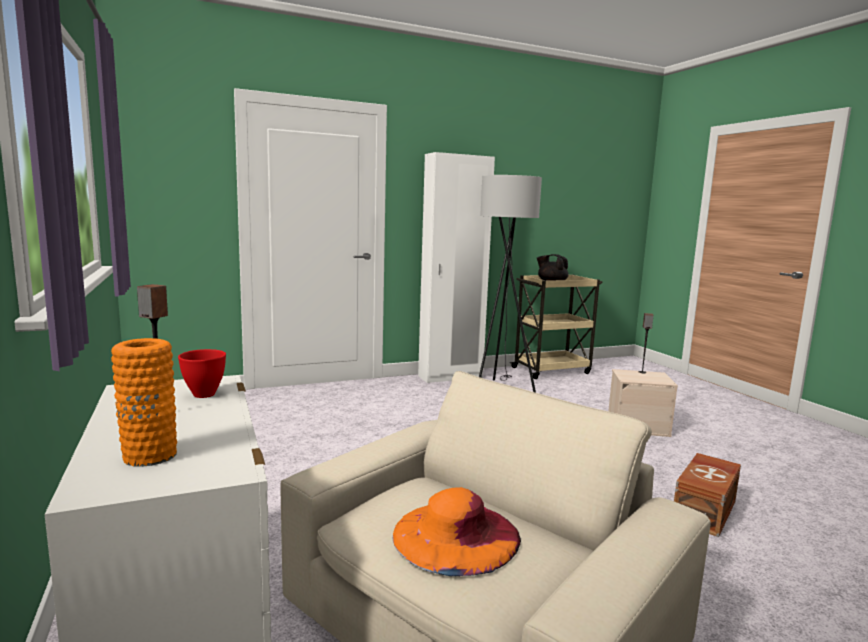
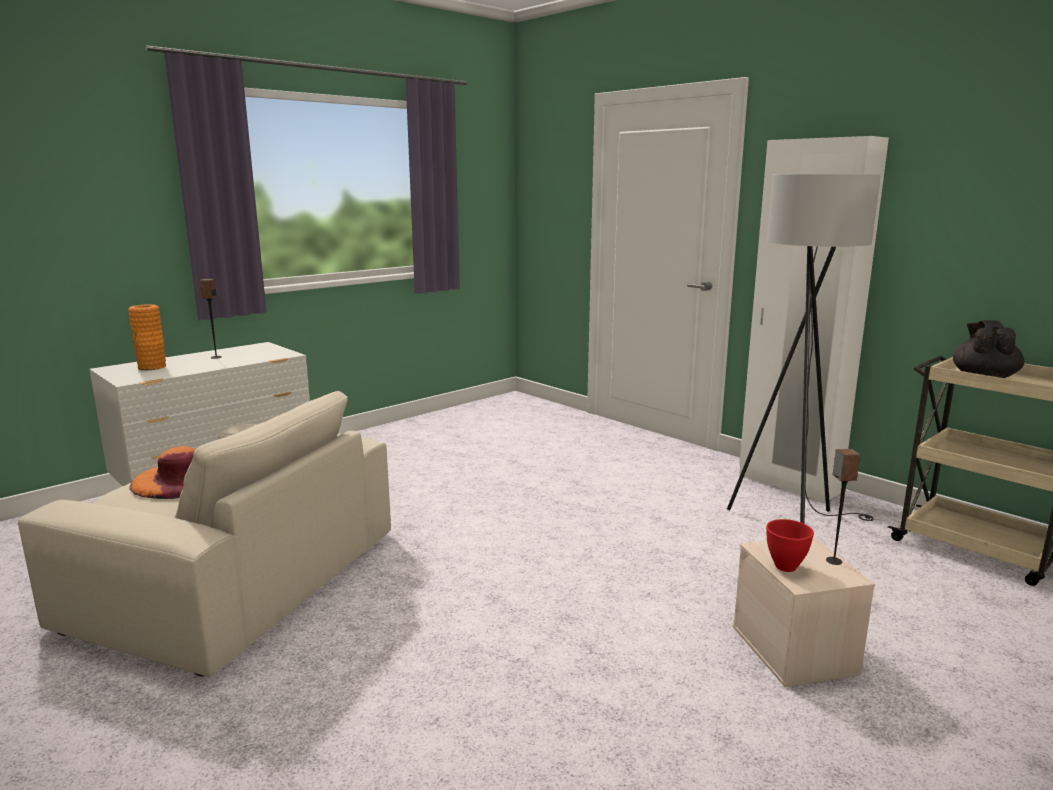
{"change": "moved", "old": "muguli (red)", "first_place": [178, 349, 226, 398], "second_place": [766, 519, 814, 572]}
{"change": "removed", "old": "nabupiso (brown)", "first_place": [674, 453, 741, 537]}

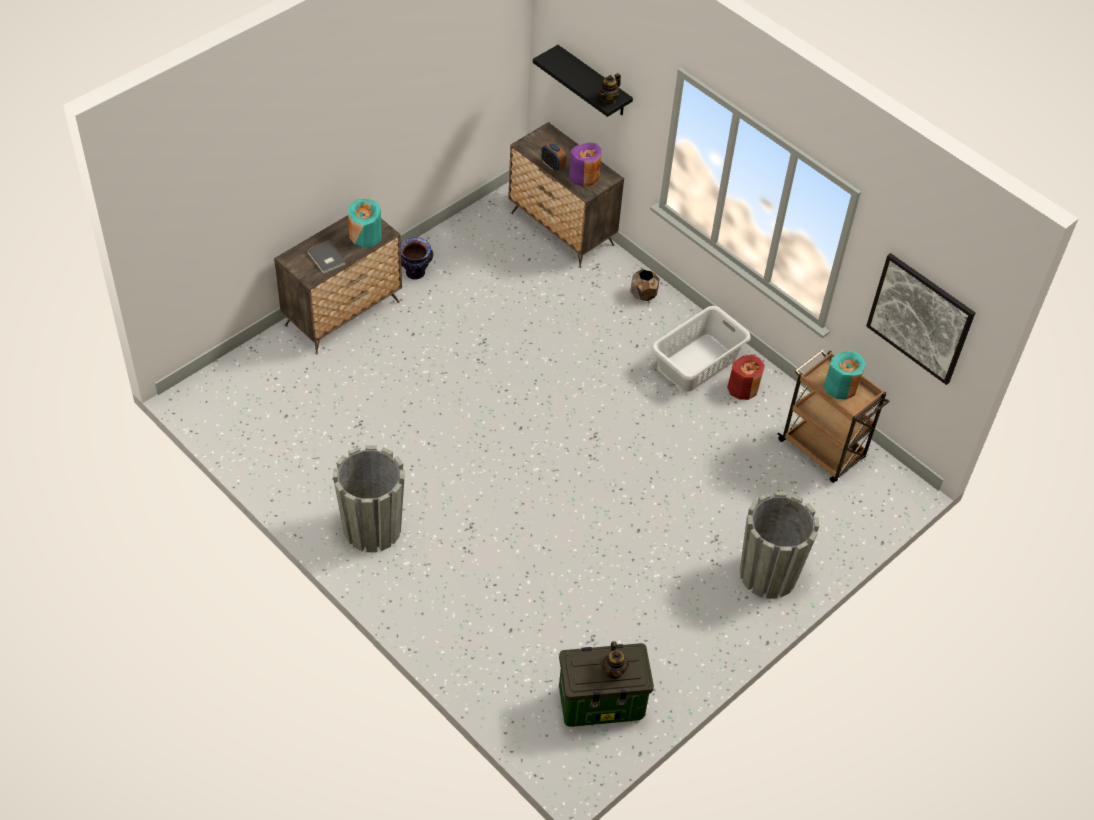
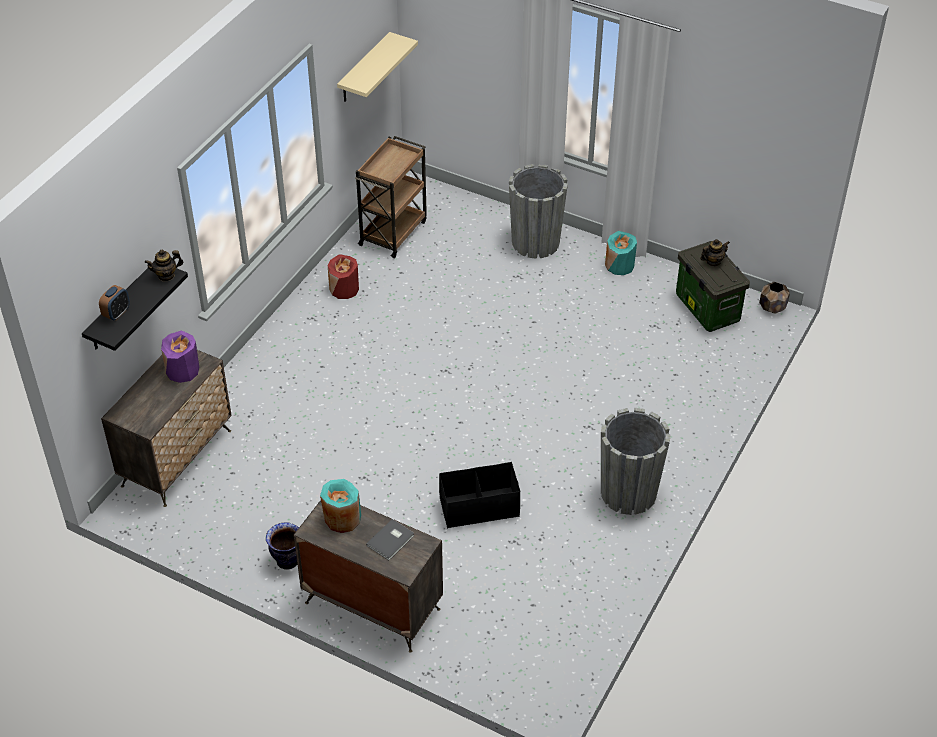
{"change": "moved", "old": "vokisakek", "first_place": [541, 142, 566, 172], "second_place": [99, 285, 130, 320]}
{"change": "turned", "old": "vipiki", "first_place": [598, 73, 621, 105], "second_place": [145, 250, 184, 281], "degrees": 135}
{"change": "moved", "old": "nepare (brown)", "first_place": [630, 269, 660, 301], "second_place": [759, 282, 790, 314]}
{"change": "removed", "old": "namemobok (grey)", "first_place": [652, 306, 751, 391]}
{"change": "moved", "old": "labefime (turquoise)", "first_place": [824, 351, 866, 400], "second_place": [605, 231, 637, 275]}
{"change": "replaced", "old": "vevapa", "new": "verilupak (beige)", "first_place": [866, 253, 975, 385], "second_place": [337, 32, 418, 102]}
{"change": "added", "new": "nabupiso (black)", "second_place": [439, 462, 521, 528]}

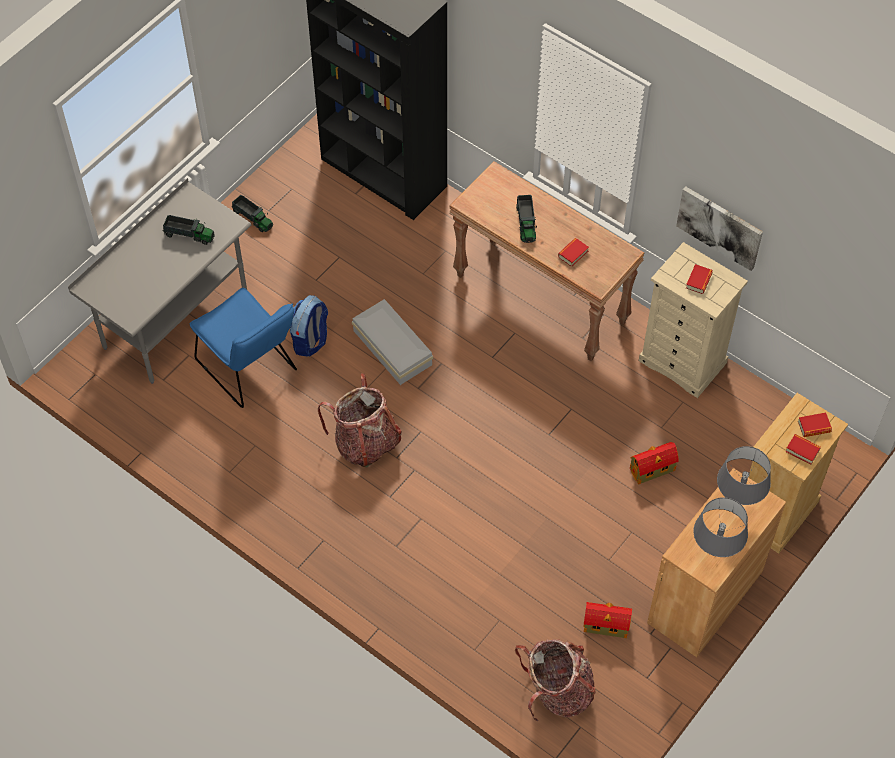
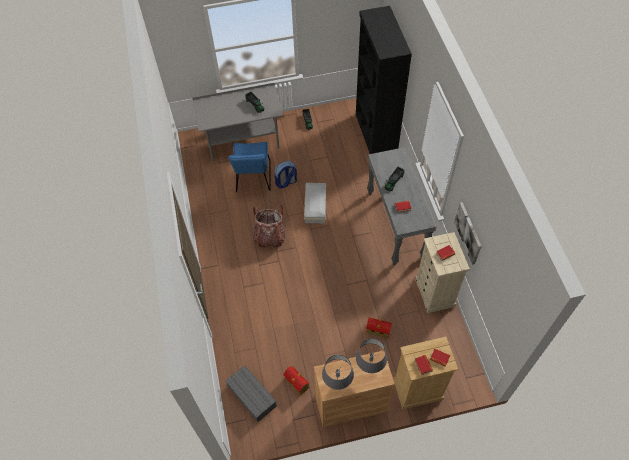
{"change": "recoloured", "old": "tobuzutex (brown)", "new": "tobuzutex (grey)", "first_place": [449, 161, 645, 361], "second_place": [367, 147, 437, 266]}
{"change": "replaced", "old": "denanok", "new": "nabupiso (grey)", "first_place": [515, 639, 596, 721], "second_place": [226, 365, 277, 422]}

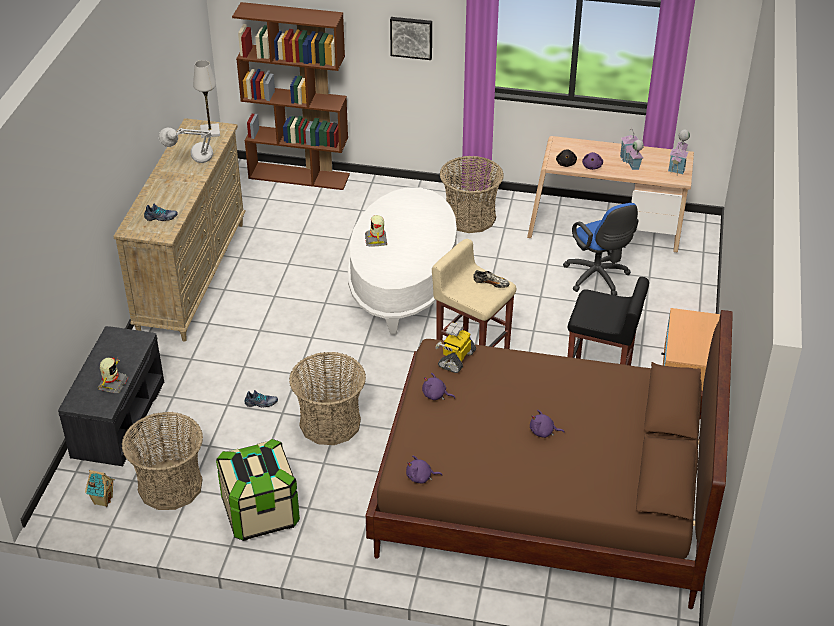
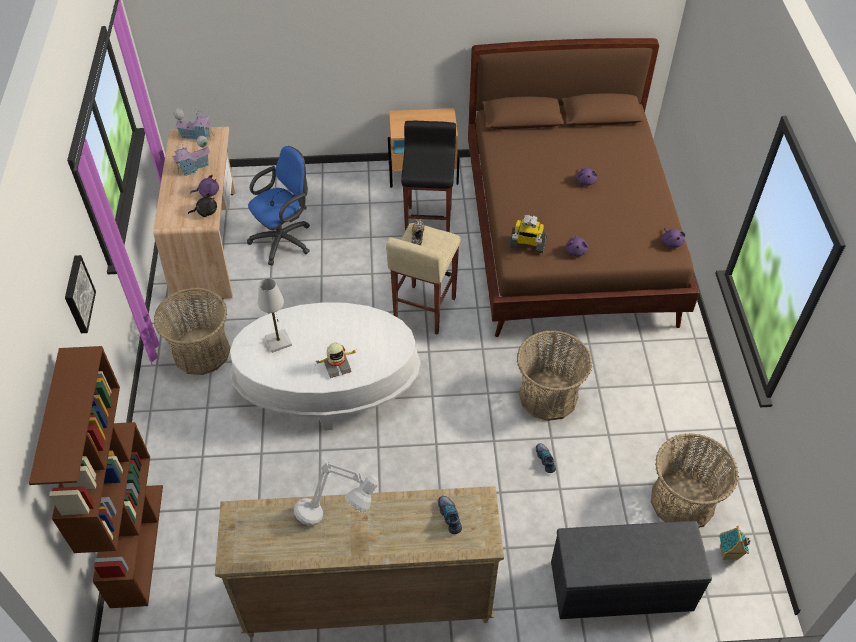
{"change": "removed", "old": "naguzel", "first_place": [98, 357, 128, 393]}
{"change": "moved", "old": "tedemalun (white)", "first_place": [193, 60, 220, 138], "second_place": [258, 278, 292, 353]}
{"change": "removed", "old": "nabupiso", "first_place": [216, 439, 300, 541]}

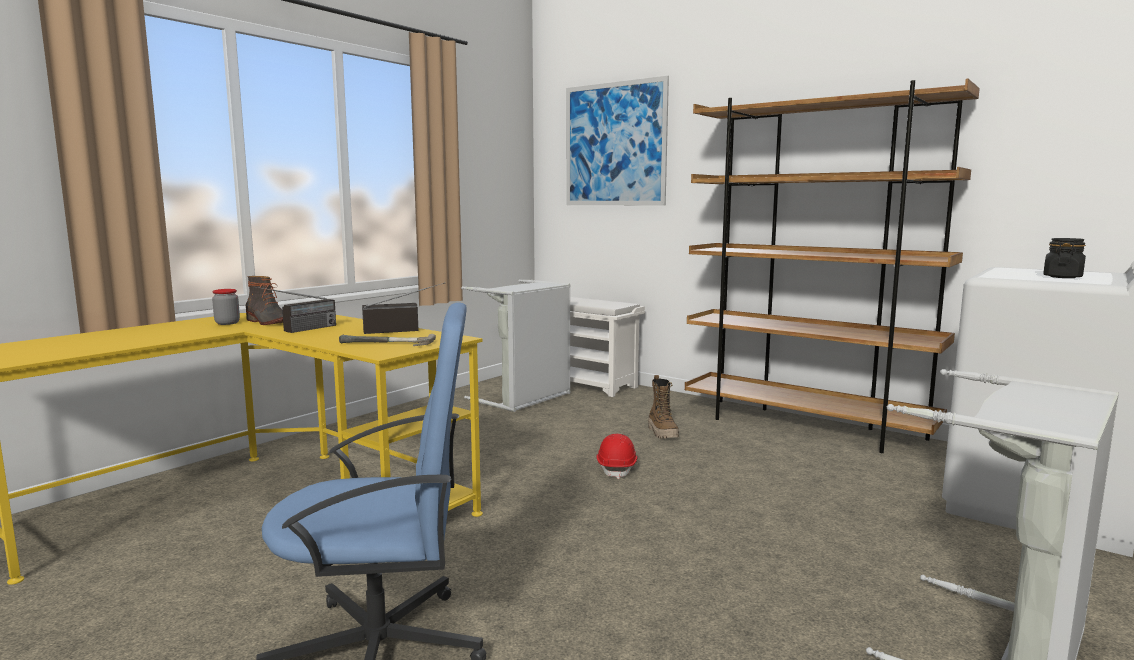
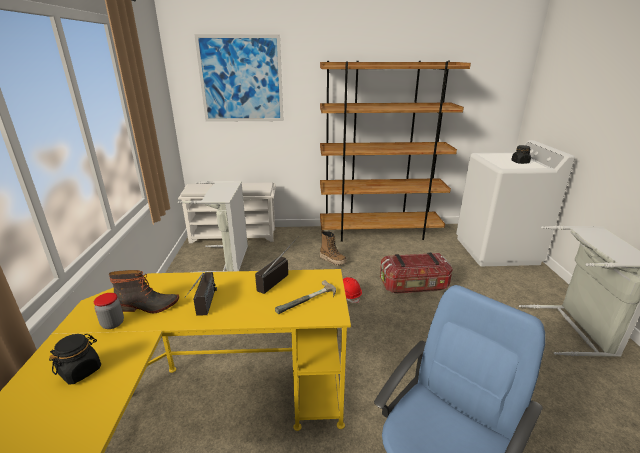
{"change": "added", "new": "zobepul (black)", "second_place": [49, 334, 101, 385]}
{"change": "added", "new": "nabupiso", "second_place": [380, 252, 453, 294]}

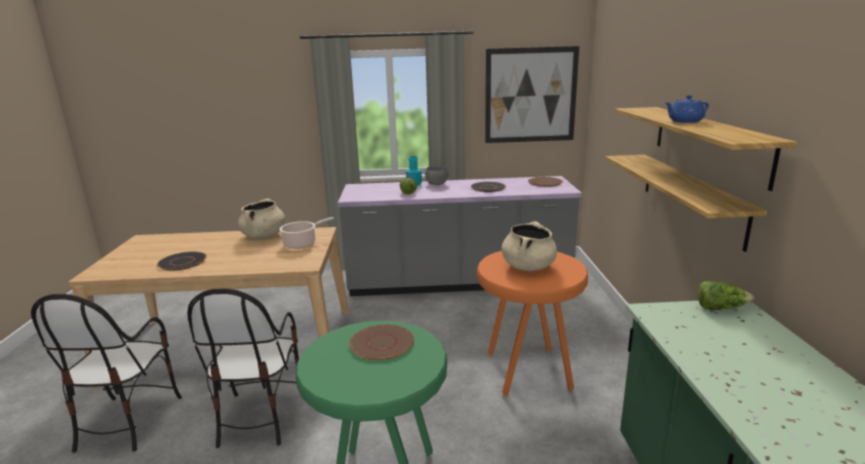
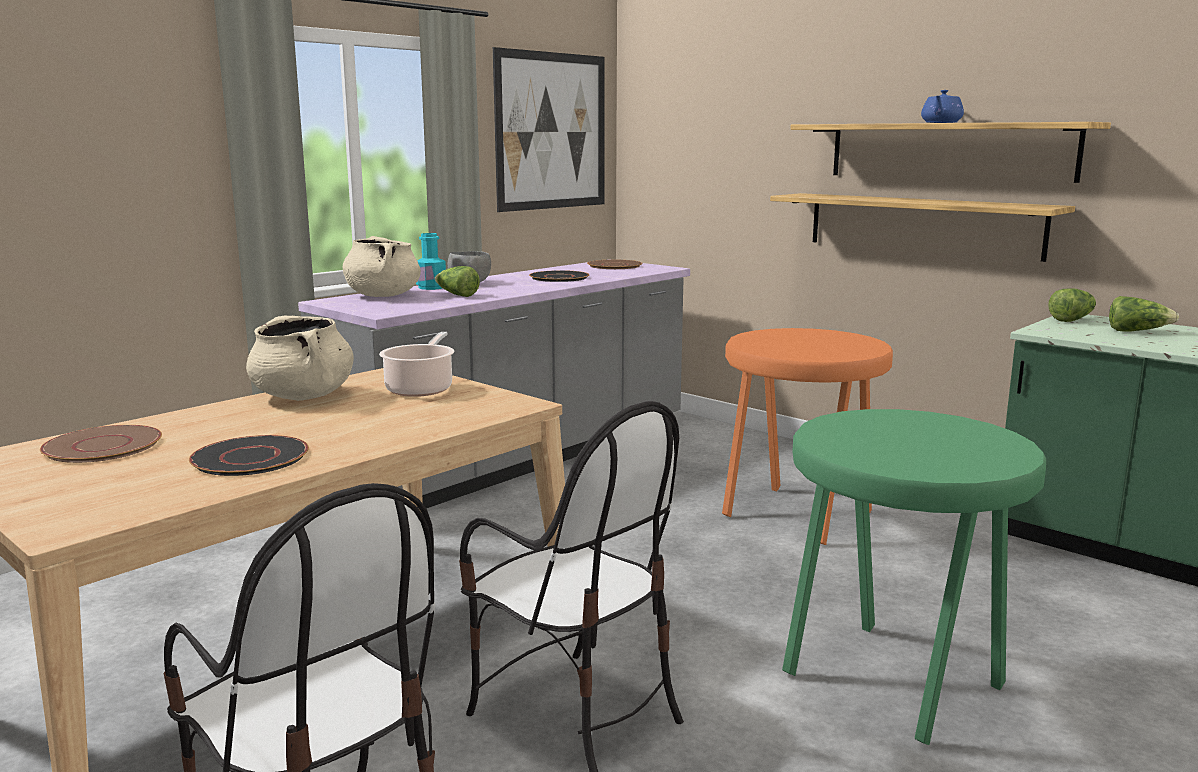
{"change": "moved", "old": "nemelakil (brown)", "first_place": [349, 324, 414, 360], "second_place": [40, 425, 162, 463]}
{"change": "moved", "old": "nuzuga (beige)", "first_place": [502, 221, 557, 271], "second_place": [343, 236, 421, 297]}
{"change": "added", "new": "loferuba", "second_place": [1109, 296, 1179, 332]}

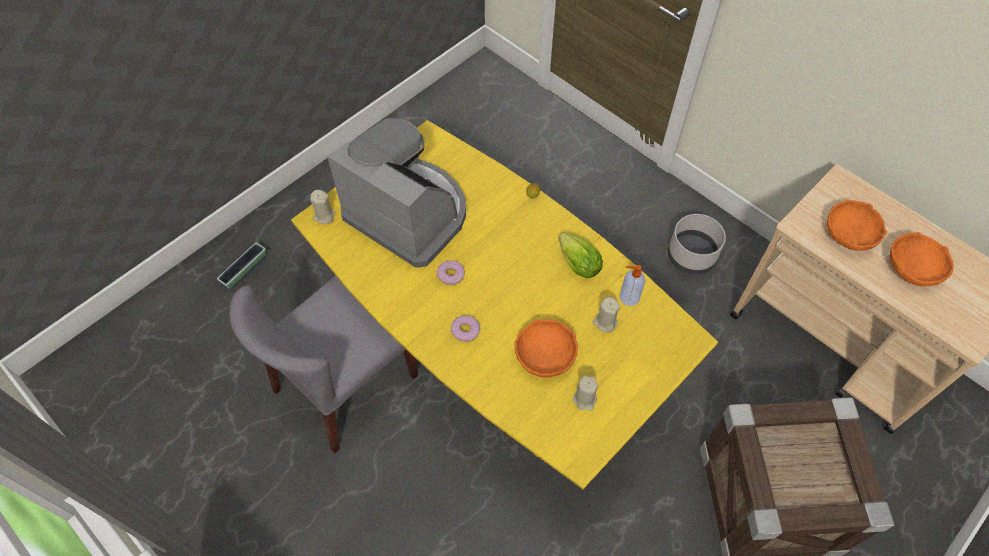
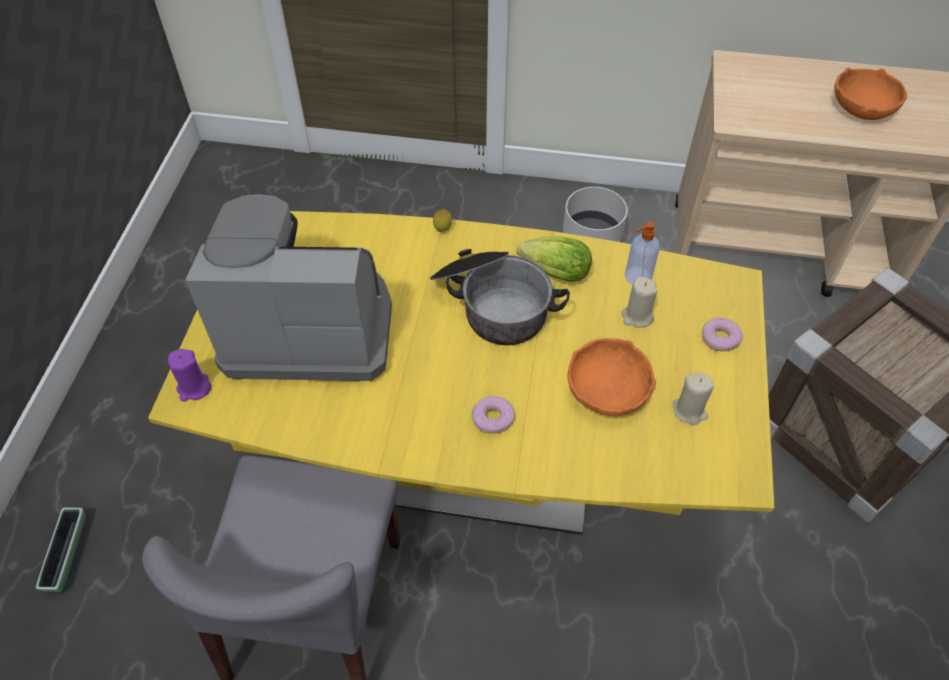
{"change": "recoloured", "old": "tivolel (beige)", "new": "tivolel (purple)", "first_place": [310, 190, 336, 224], "second_place": [168, 349, 211, 402]}
{"change": "moved", "old": "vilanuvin", "first_place": [437, 260, 465, 285], "second_place": [702, 318, 743, 351]}
{"change": "removed", "old": "muguli (orange)", "first_place": [827, 200, 887, 251]}
{"change": "added", "new": "nuzuga", "second_place": [430, 249, 570, 345]}

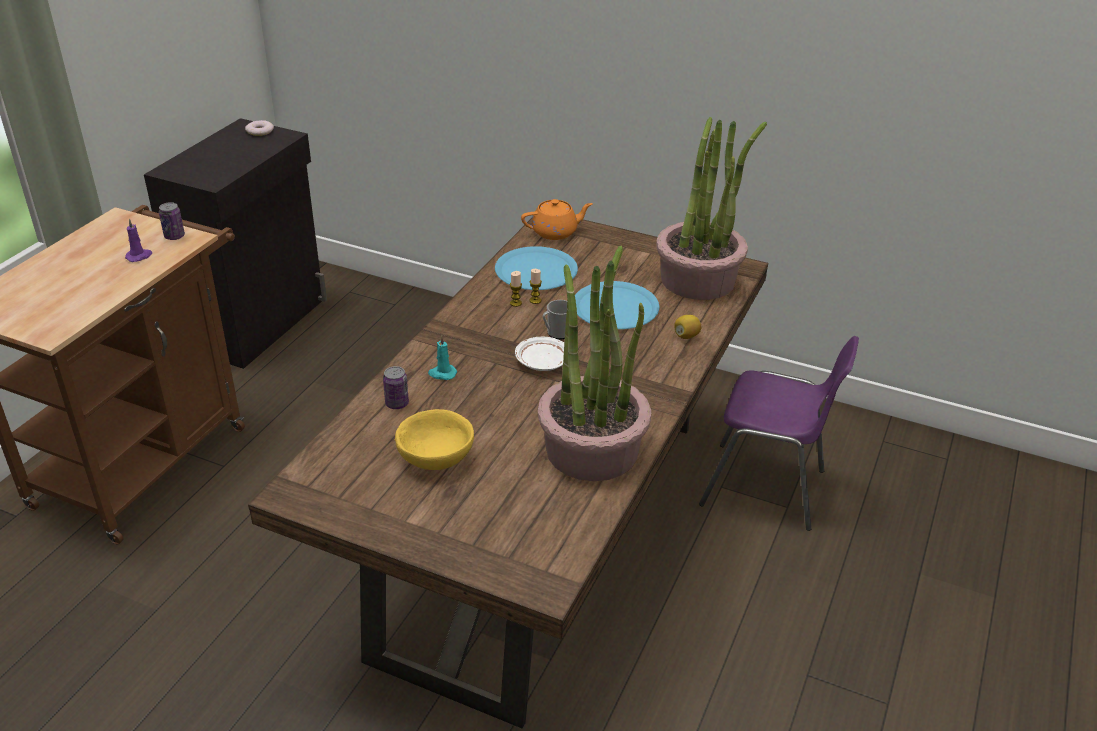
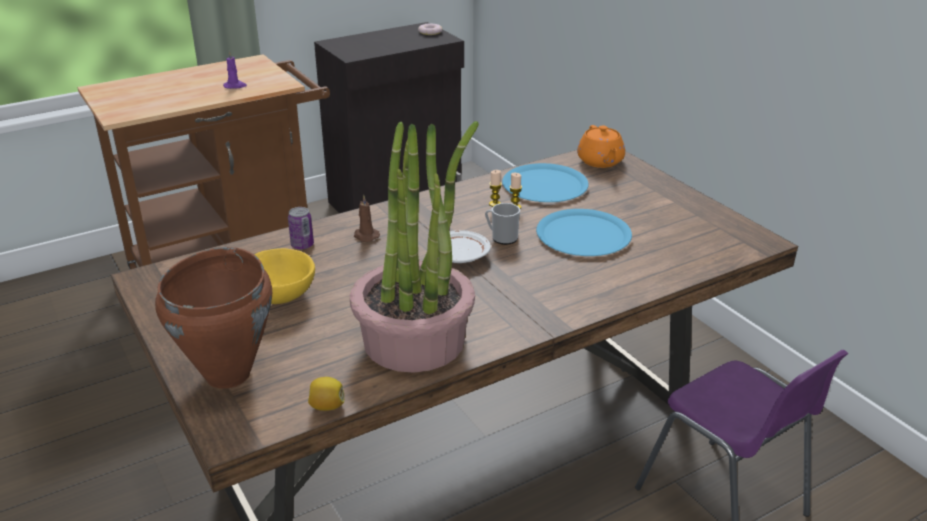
{"change": "removed", "old": "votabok", "first_place": [159, 202, 185, 240]}
{"change": "recoloured", "old": "tivolel (turquoise)", "new": "tivolel (brown)", "first_place": [428, 335, 457, 380], "second_place": [354, 195, 380, 242]}
{"change": "turned", "old": "vipiki (orange)", "first_place": [521, 199, 593, 240], "second_place": [577, 125, 625, 168], "degrees": 60}
{"change": "removed", "old": "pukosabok", "first_place": [656, 117, 767, 300]}
{"change": "moved", "old": "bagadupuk", "first_place": [674, 315, 701, 339], "second_place": [308, 377, 344, 411]}
{"change": "added", "new": "nuzuga (brown)", "second_place": [155, 247, 272, 389]}

